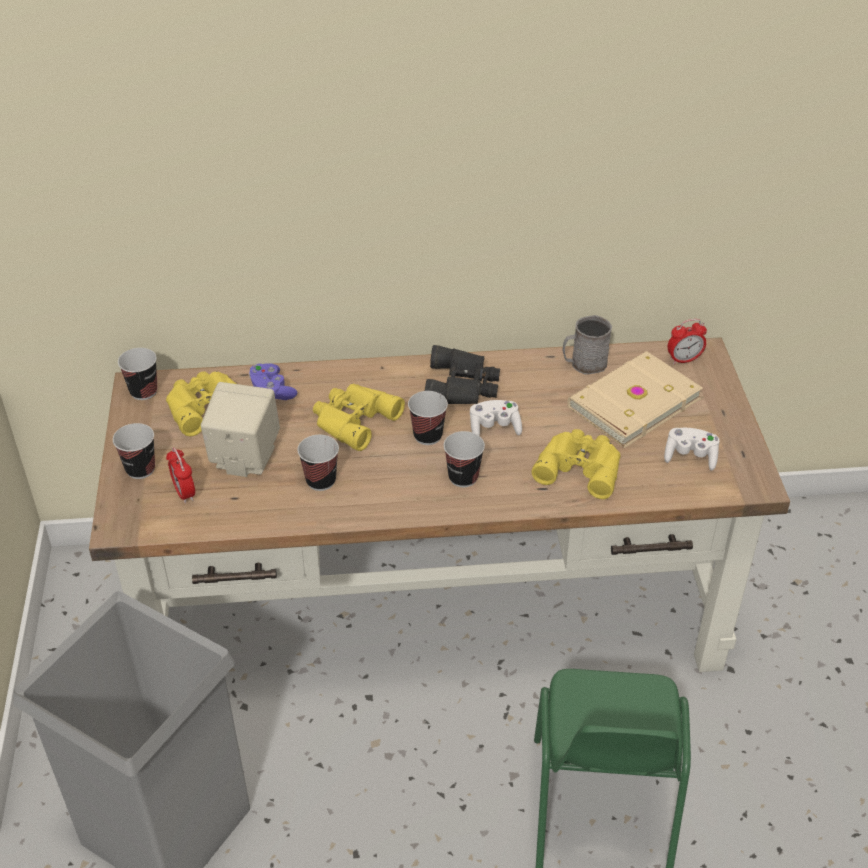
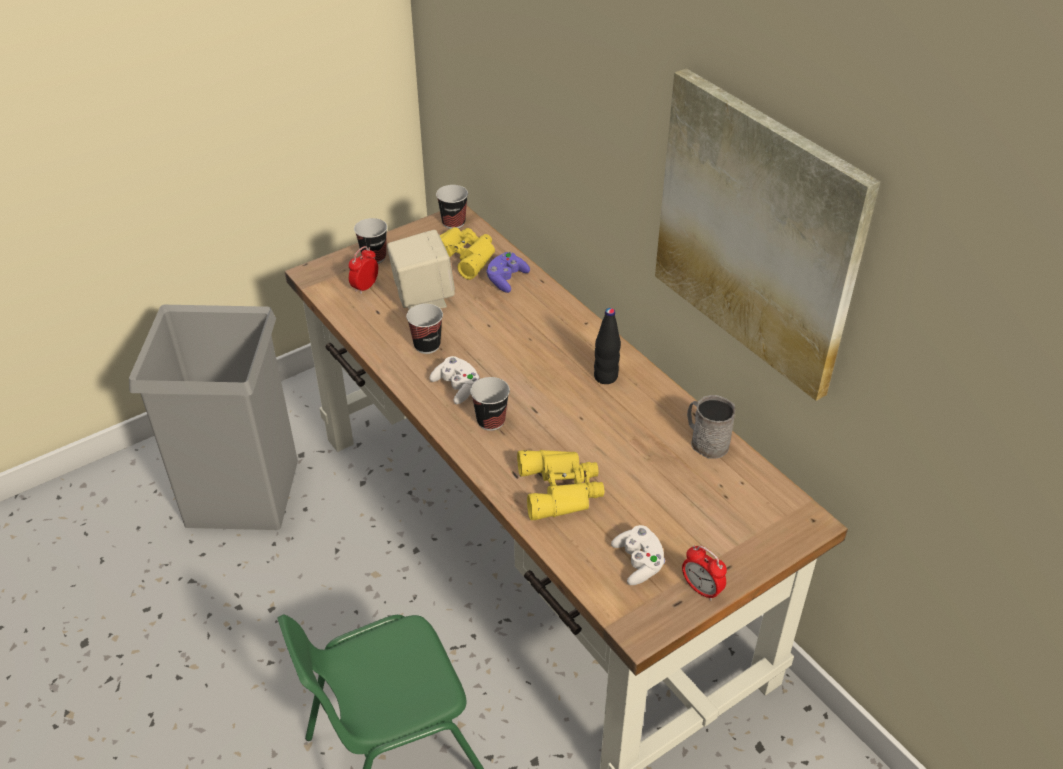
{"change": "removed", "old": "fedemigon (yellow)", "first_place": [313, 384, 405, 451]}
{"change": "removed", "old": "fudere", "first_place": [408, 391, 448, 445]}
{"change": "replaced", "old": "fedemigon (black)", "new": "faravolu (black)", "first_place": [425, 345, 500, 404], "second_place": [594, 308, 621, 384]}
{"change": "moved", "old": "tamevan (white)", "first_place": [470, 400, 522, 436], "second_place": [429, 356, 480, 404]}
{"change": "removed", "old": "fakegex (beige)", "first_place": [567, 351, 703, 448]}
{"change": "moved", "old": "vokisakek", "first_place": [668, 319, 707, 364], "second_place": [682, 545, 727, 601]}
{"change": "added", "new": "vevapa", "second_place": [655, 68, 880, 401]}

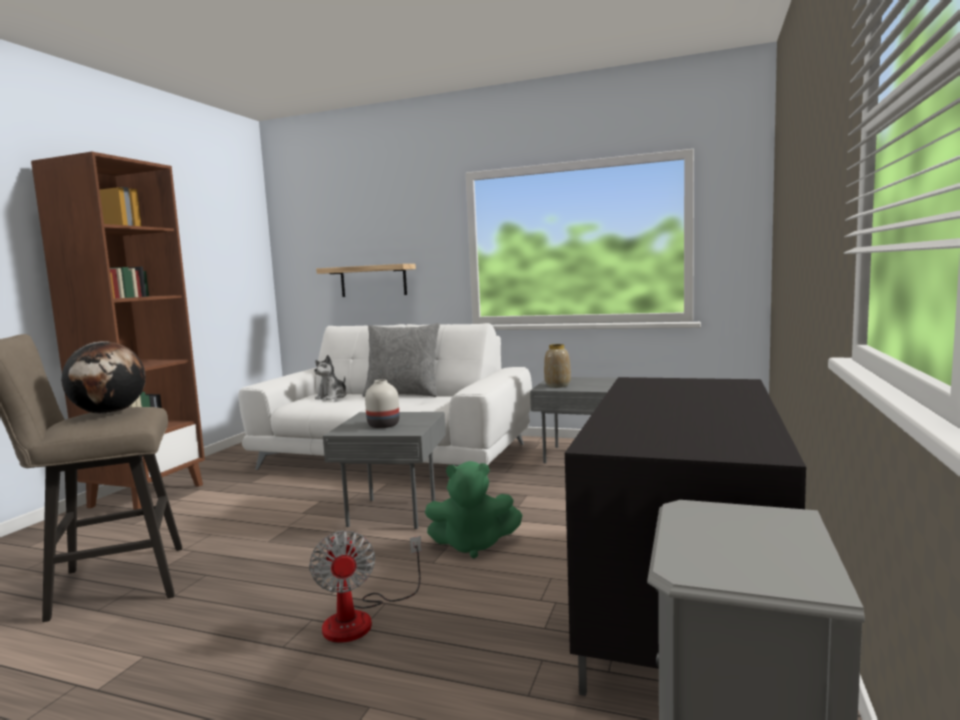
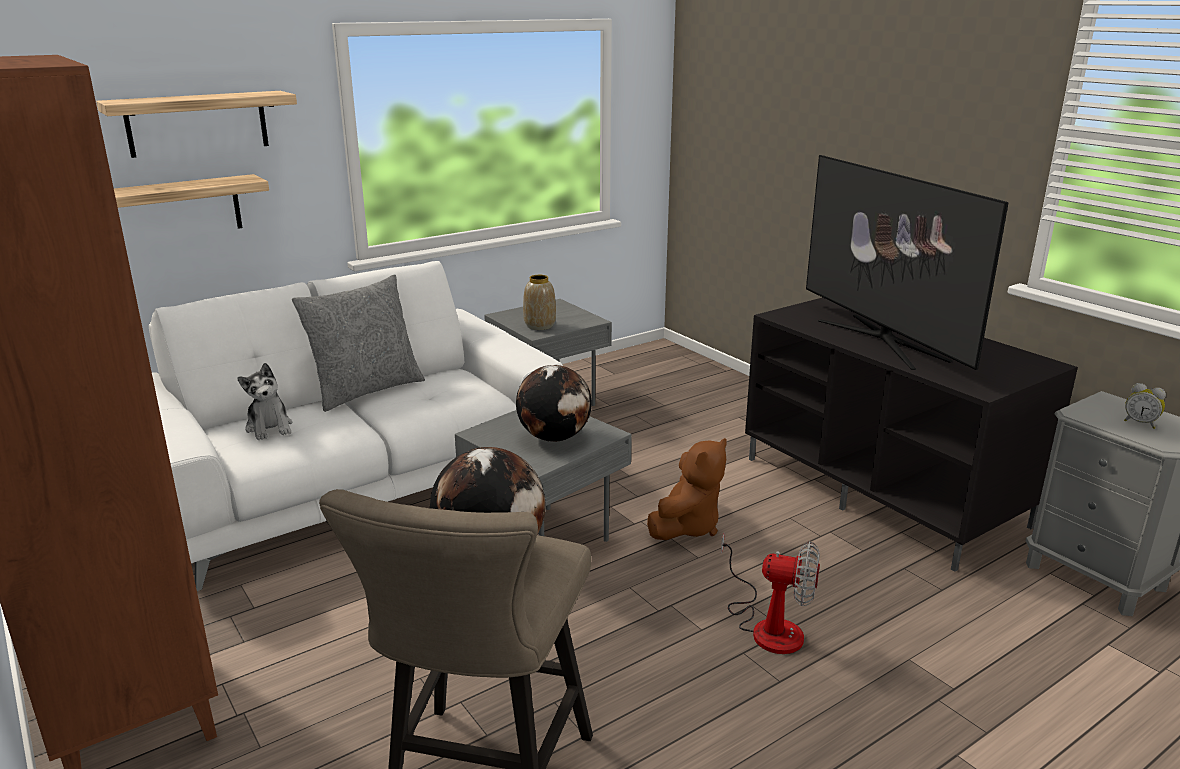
{"change": "replaced", "old": "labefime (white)", "new": "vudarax", "first_place": [365, 379, 400, 428], "second_place": [516, 365, 592, 442]}
{"change": "recoloured", "old": "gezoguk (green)", "new": "gezoguk (brown)", "first_place": [425, 461, 522, 558], "second_place": [647, 438, 727, 540]}
{"change": "added", "new": "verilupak", "second_place": [96, 91, 297, 158]}
{"change": "added", "new": "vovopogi", "second_place": [806, 155, 1008, 370]}
{"change": "added", "new": "vokisakek", "second_place": [1124, 383, 1166, 429]}

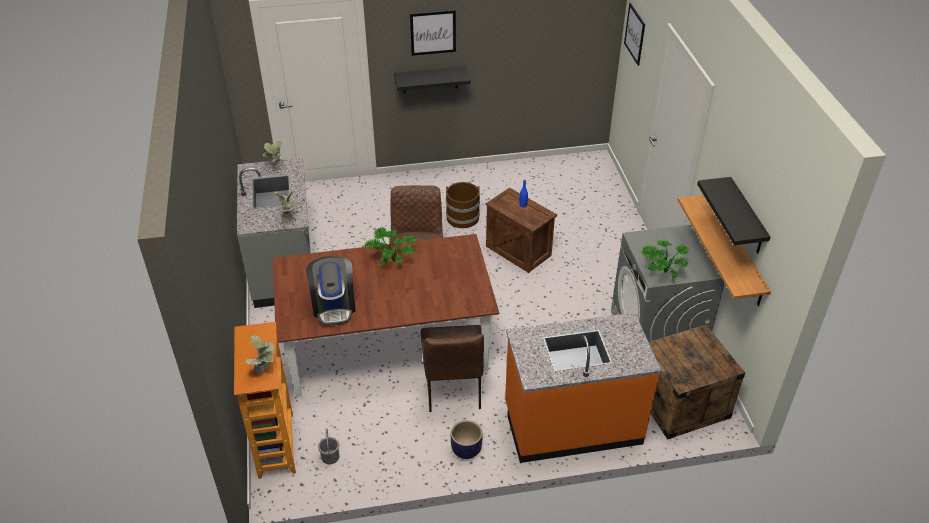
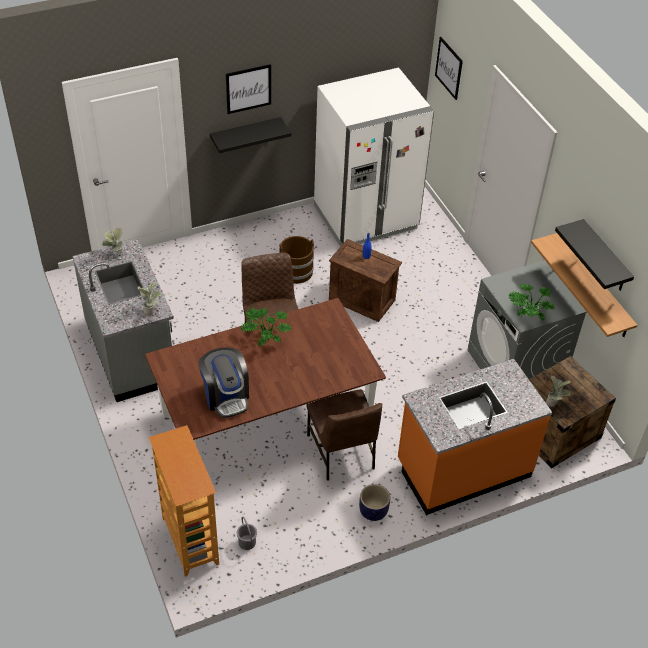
{"change": "moved", "old": "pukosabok", "first_place": [245, 335, 275, 374], "second_place": [546, 375, 571, 407]}
{"change": "added", "new": "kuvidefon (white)", "second_place": [314, 68, 434, 246]}

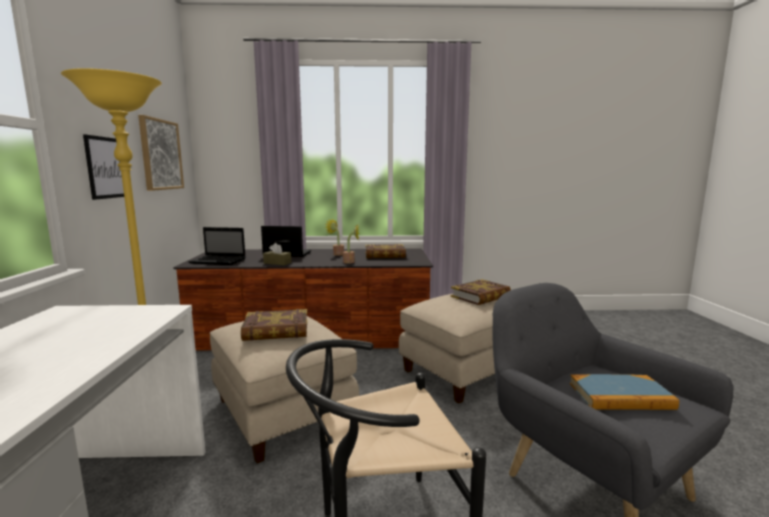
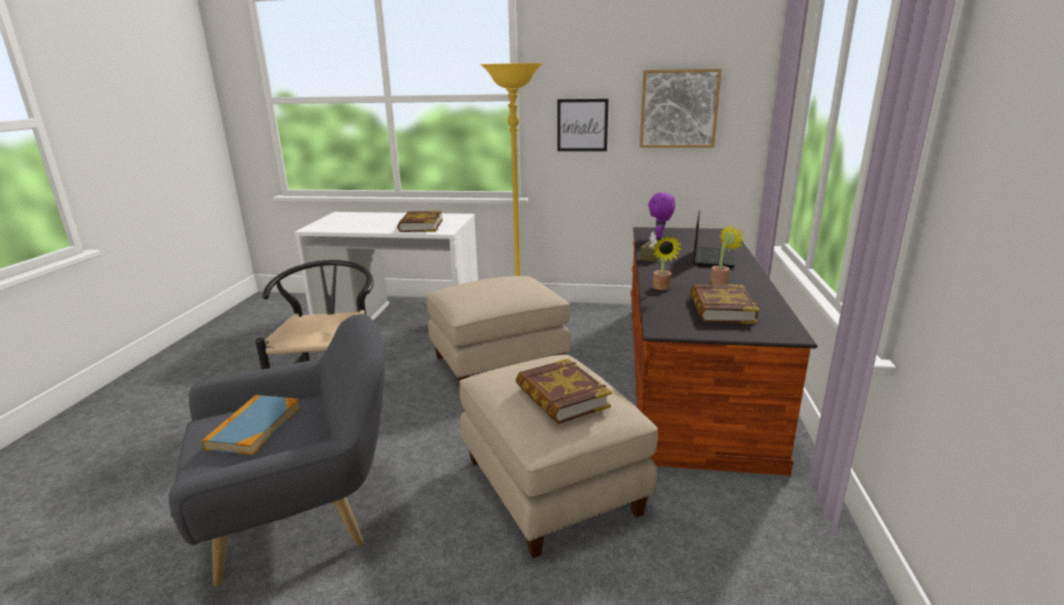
{"change": "replaced", "old": "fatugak", "new": "gezoguk (purple)", "first_place": [188, 227, 246, 265], "second_place": [648, 192, 675, 238]}
{"change": "moved", "old": "fakegex", "first_place": [241, 309, 307, 341], "second_place": [397, 210, 443, 232]}

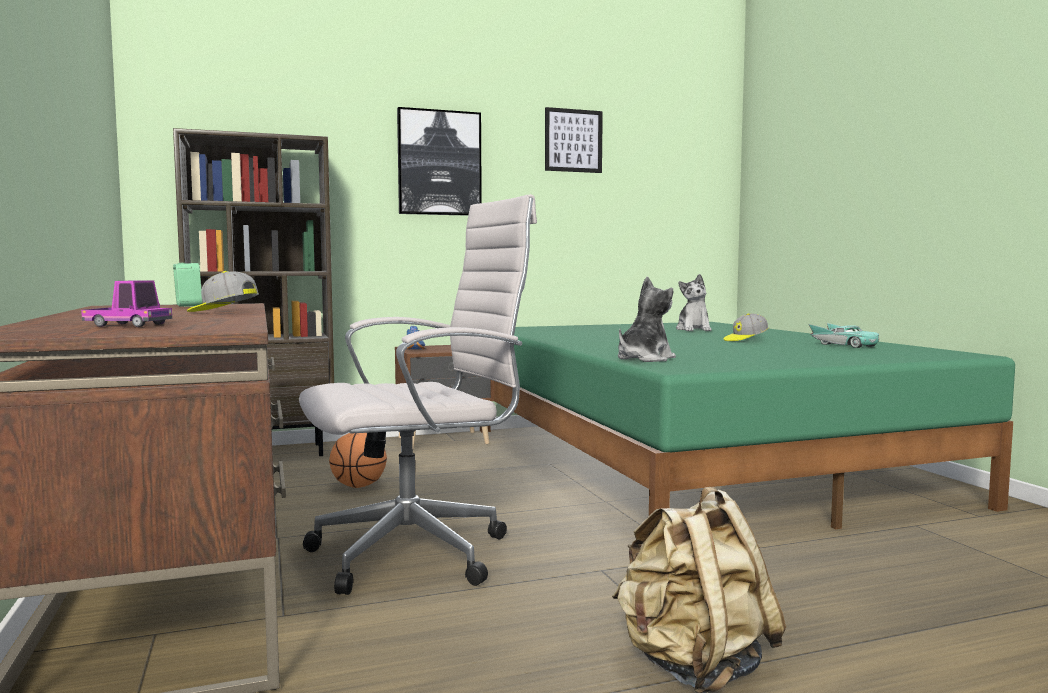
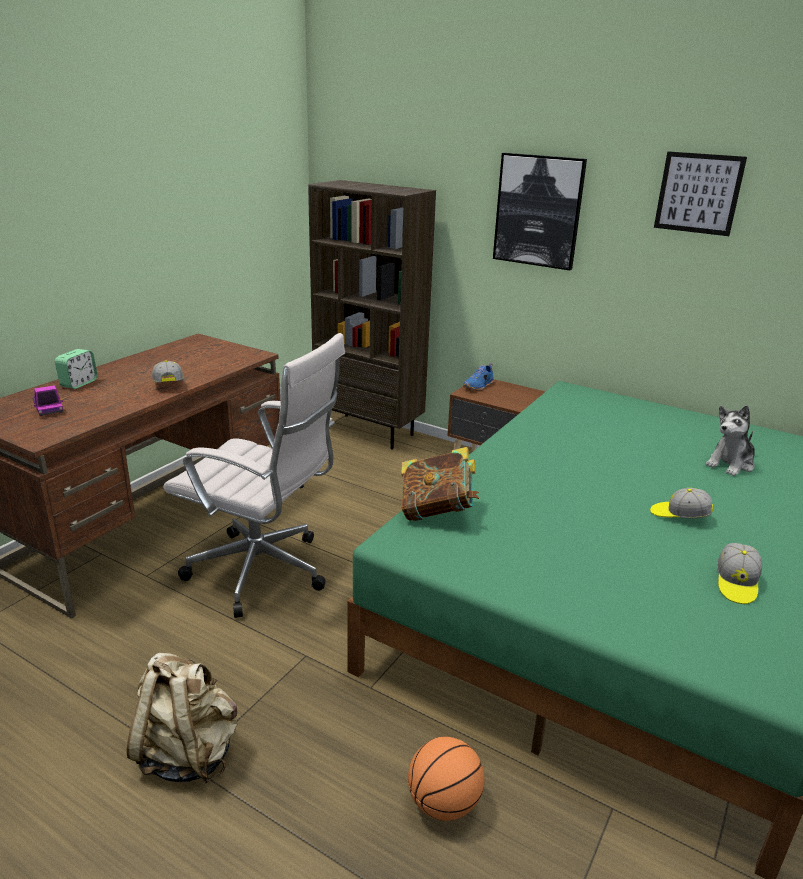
{"change": "moved", "old": "vokisakek", "first_place": [173, 263, 203, 307], "second_place": [55, 349, 98, 389]}
{"change": "moved", "old": "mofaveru", "first_place": [329, 433, 387, 488], "second_place": [408, 736, 484, 821]}
{"change": "replaced", "old": "gezoguk", "new": "fakegex", "first_place": [618, 277, 676, 362], "second_place": [401, 447, 479, 521]}
{"change": "replaced", "old": "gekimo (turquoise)", "new": "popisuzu", "first_place": [808, 323, 879, 348], "second_place": [717, 543, 762, 604]}

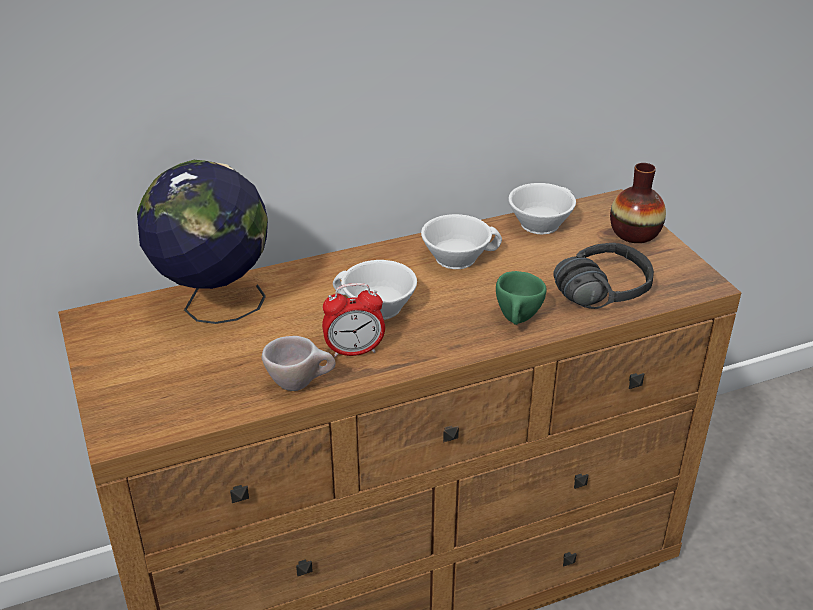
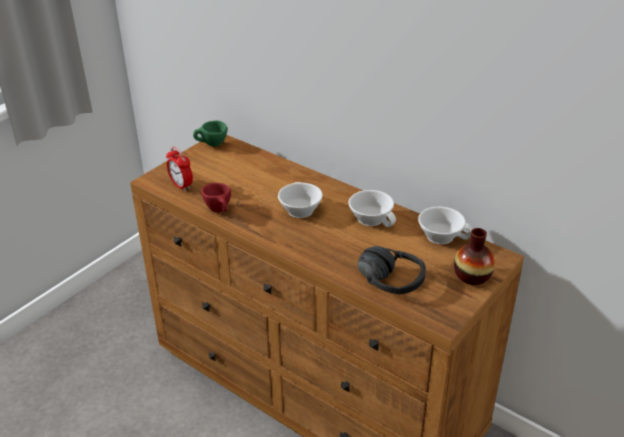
{"change": "removed", "old": "vudarax", "first_place": [137, 160, 268, 324]}
{"change": "recoloured", "old": "fudere (beige)", "new": "fudere (red)", "first_place": [262, 336, 336, 391], "second_place": [201, 183, 231, 213]}
{"change": "moved", "old": "vokisakek", "first_place": [322, 283, 385, 358], "second_place": [166, 147, 193, 191]}
{"change": "moved", "old": "fudere (green)", "first_place": [496, 271, 547, 325], "second_place": [193, 121, 227, 147]}

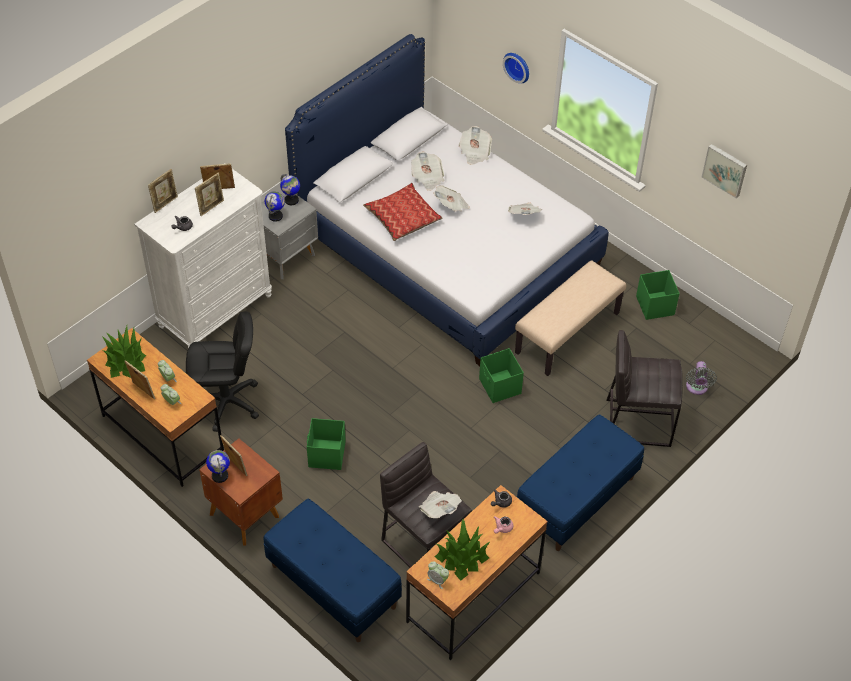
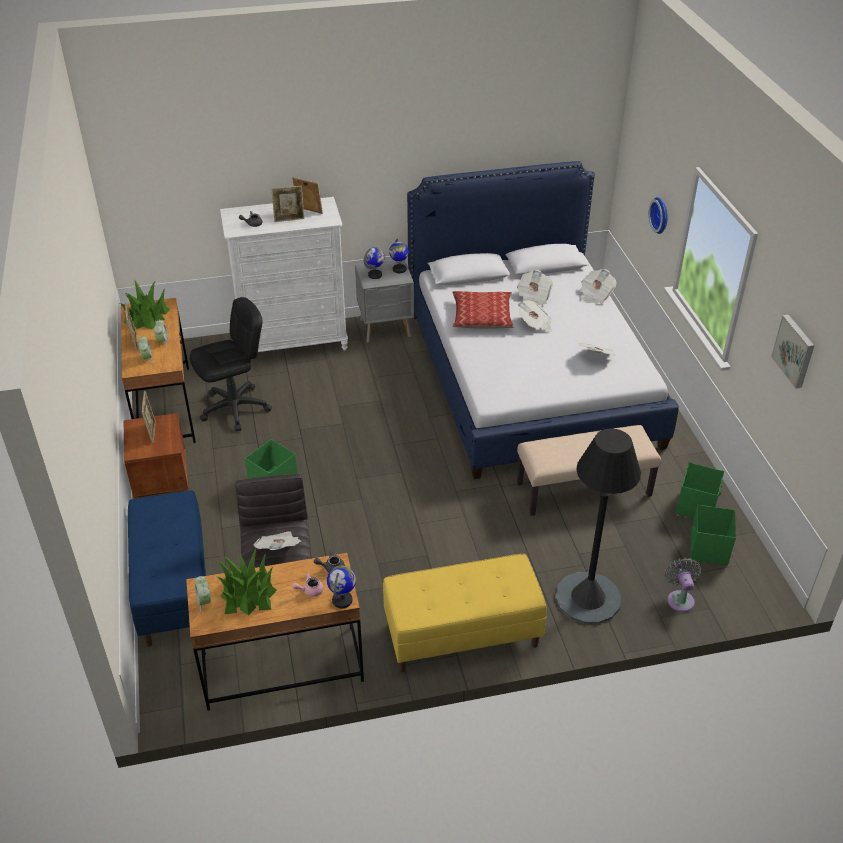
{"change": "removed", "old": "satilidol", "first_place": [148, 169, 178, 213]}
{"change": "turned", "old": "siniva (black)", "first_place": [186, 311, 259, 432], "second_place": [190, 297, 272, 432], "degrees": -60}
{"change": "moved", "old": "vudarax", "first_place": [206, 450, 230, 483], "second_place": [327, 566, 356, 608]}
{"change": "moved", "old": "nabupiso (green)", "first_place": [479, 348, 524, 403], "second_place": [690, 505, 736, 565]}
{"change": "recoloured", "old": "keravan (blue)", "new": "keravan (yellow)", "first_place": [517, 414, 644, 551], "second_place": [383, 554, 547, 672]}
{"change": "replaced", "old": "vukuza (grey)", "new": "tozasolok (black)", "first_place": [606, 330, 683, 447], "second_place": [556, 428, 641, 624]}
{"change": "turned", "old": "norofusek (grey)", "first_place": [686, 361, 717, 395], "second_place": [664, 558, 701, 612], "degrees": 135}

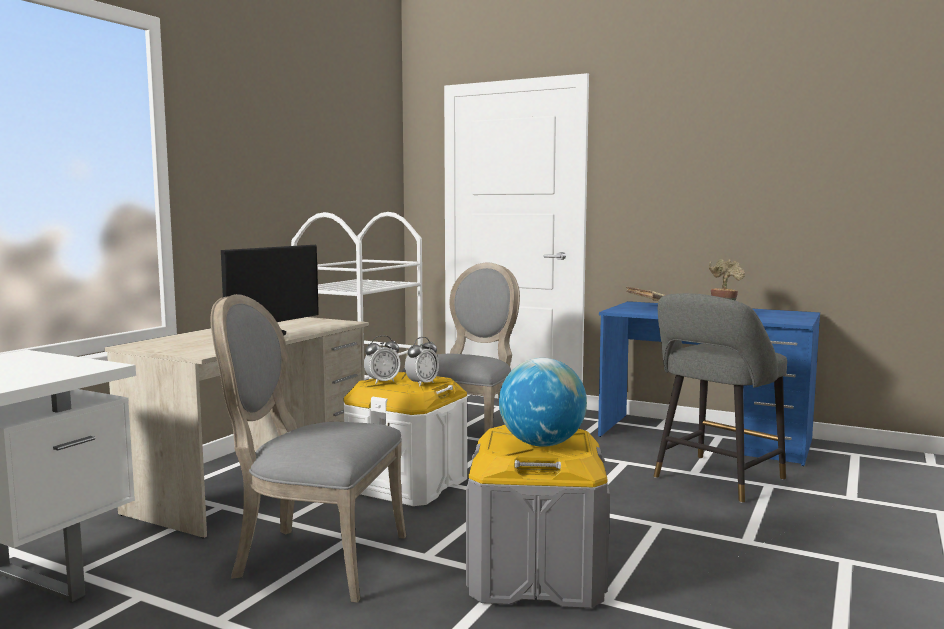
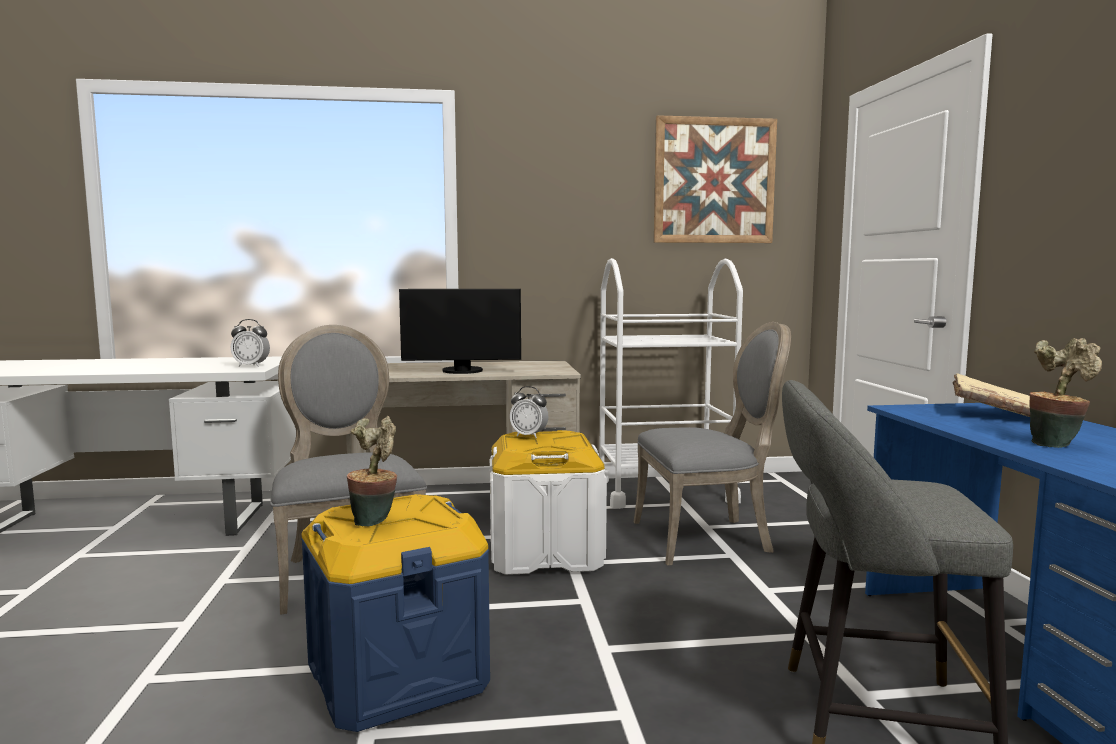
{"change": "moved", "old": "vokisakek", "first_place": [405, 337, 439, 386], "second_place": [231, 319, 270, 367]}
{"change": "recoloured", "old": "nabupiso (grey)", "new": "nabupiso (blue)", "first_place": [466, 425, 610, 608], "second_place": [301, 494, 490, 732]}
{"change": "replaced", "old": "vudarax", "new": "pukosabok", "first_place": [499, 358, 587, 447], "second_place": [347, 416, 397, 527]}
{"change": "added", "new": "vevapa", "second_place": [654, 115, 777, 243]}

